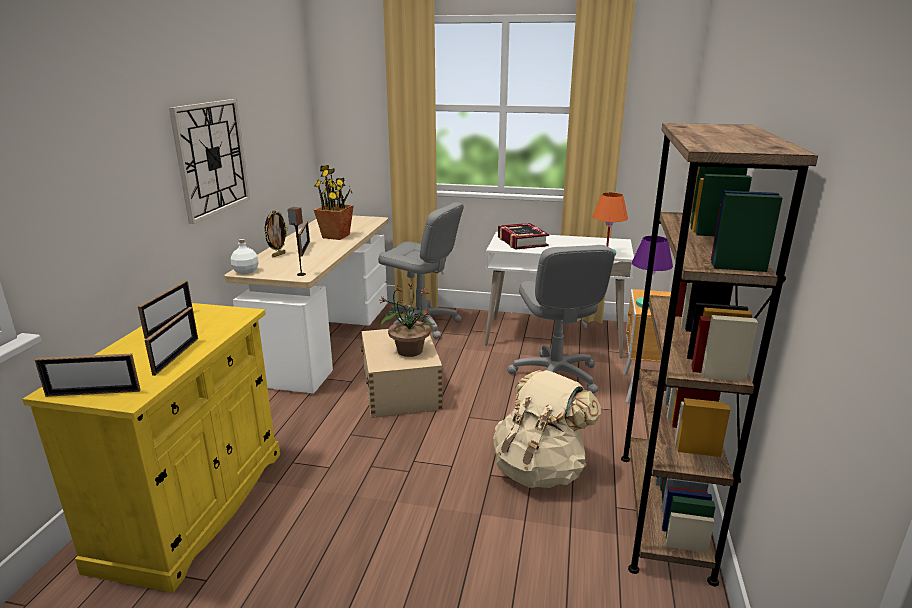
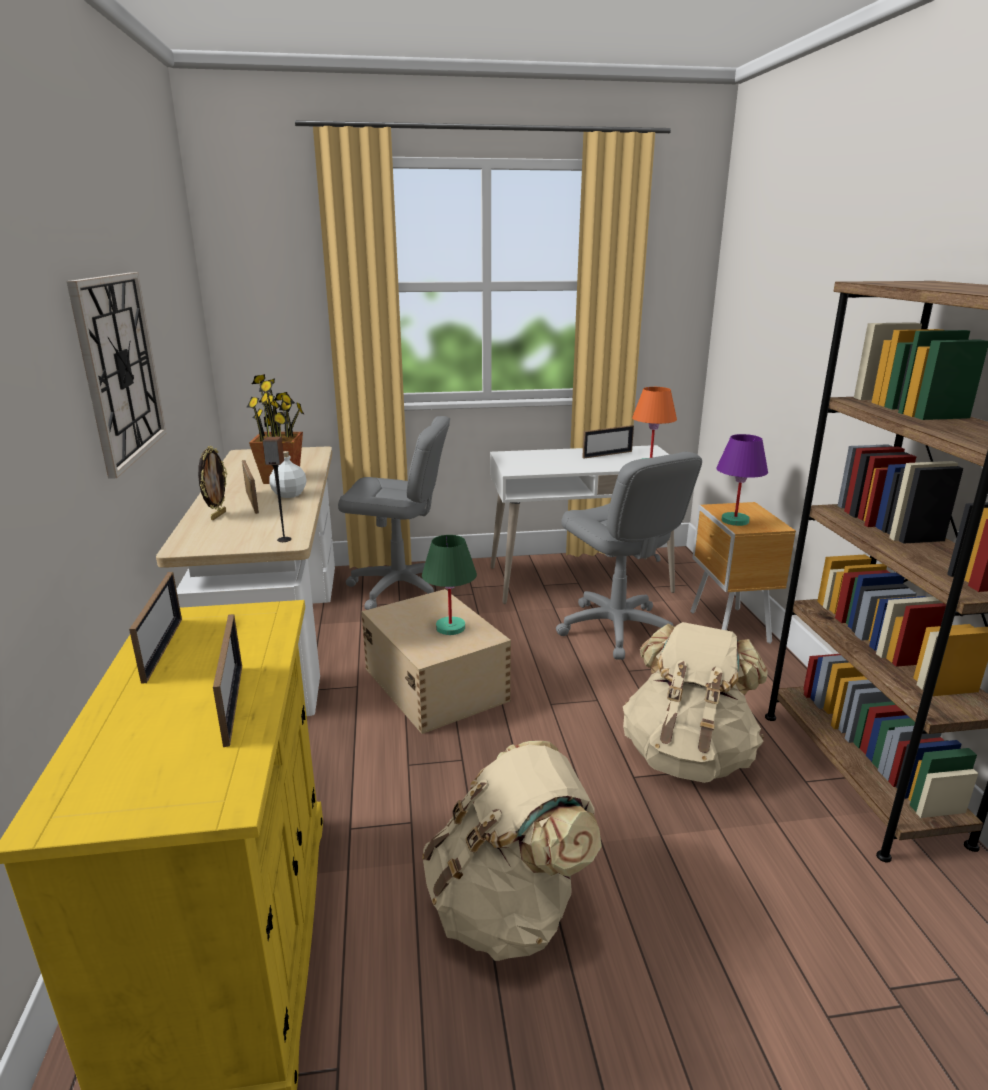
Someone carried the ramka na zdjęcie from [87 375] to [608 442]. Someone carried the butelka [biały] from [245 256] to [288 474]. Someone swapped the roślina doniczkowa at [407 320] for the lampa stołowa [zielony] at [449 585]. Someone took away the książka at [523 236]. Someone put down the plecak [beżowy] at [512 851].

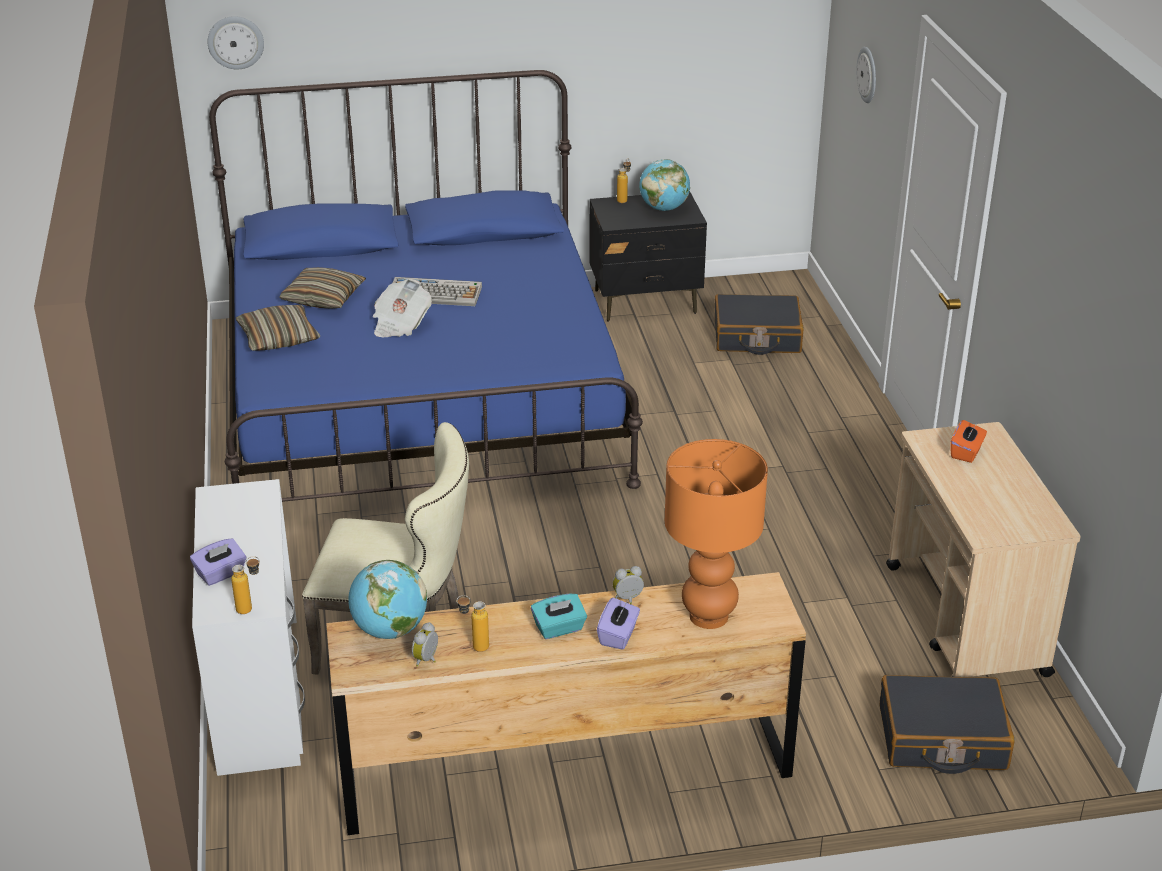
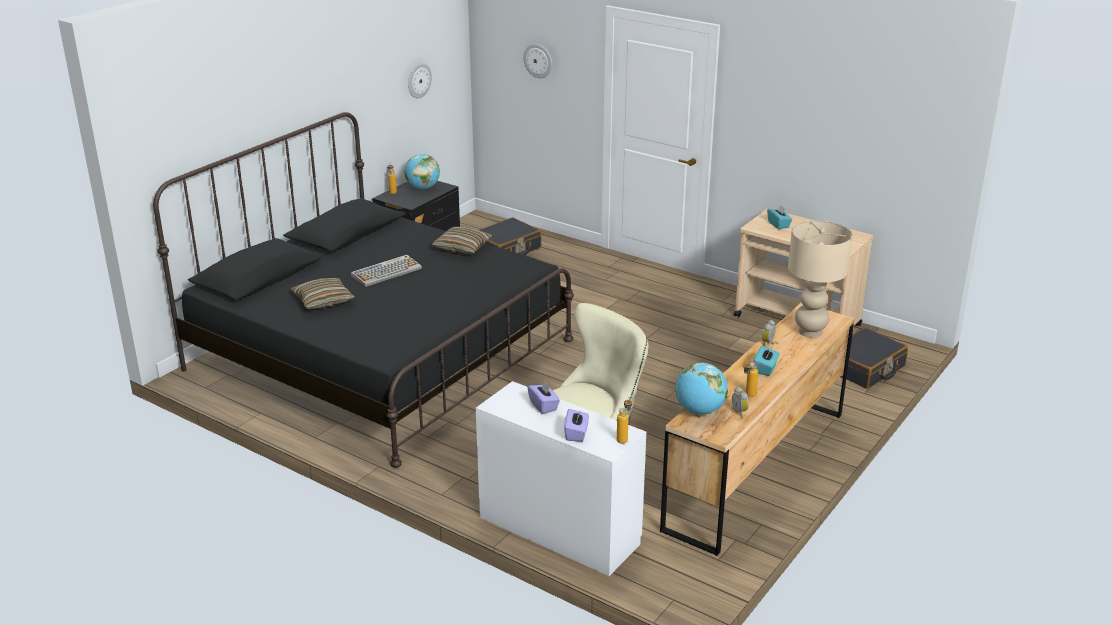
Someone carried the zegar ścienny from [235 42] to [420 80]. Someone repainted the łóżko [niebieski] at [426 286], which became the łóżko [czarny] at [363 290]. Someone carried the poduszka from [278 328] to [462 240]. Someone took away the gazeta at [402 308]. Someone carried the pudełko chusteczek [fioletowy] from [618 623] to [543 397]. Someone repainted the lampa stołowa [pomarańczowy] at [716 534], which became the lampa stołowa [beżowy] at [820 279]. Someone repainted the pudełko chusteczek [pomarańczowy] at [968 441], which became the pudełko chusteczek [turkusowy] at [779 217].

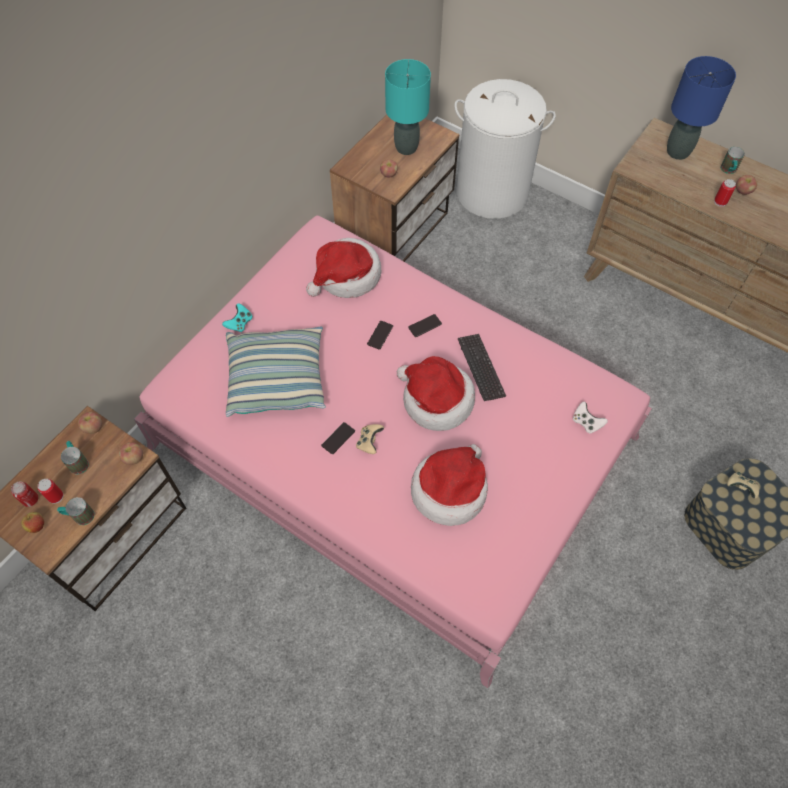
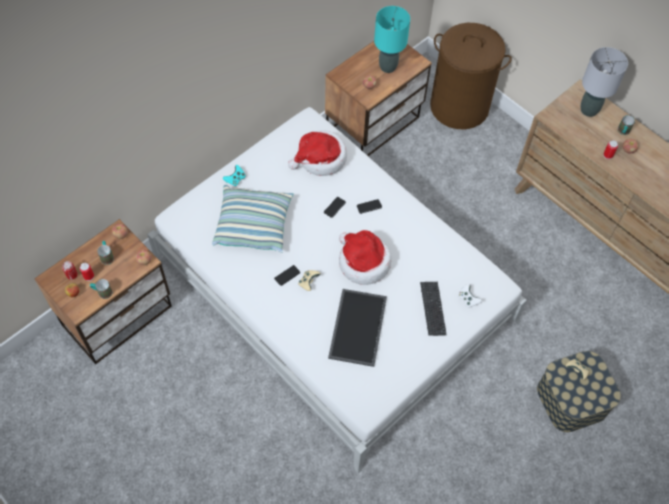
Someone repainted the łóżko [różowy] at [393 451], which became the łóżko [biały] at [337 290]. Someone swapped the kapelusz at [449 485] for the taca at [357 328]. Someone repainted the kosz na pranie [biały] at [505 149], which became the kosz na pranie [brązowy] at [471 76]. Someone carried the klawiatura from [481 367] to [433 309]. Someone repainted the lampa stołowa [niebieski] at [701 108], which became the lampa stołowa [szary] at [604 82].

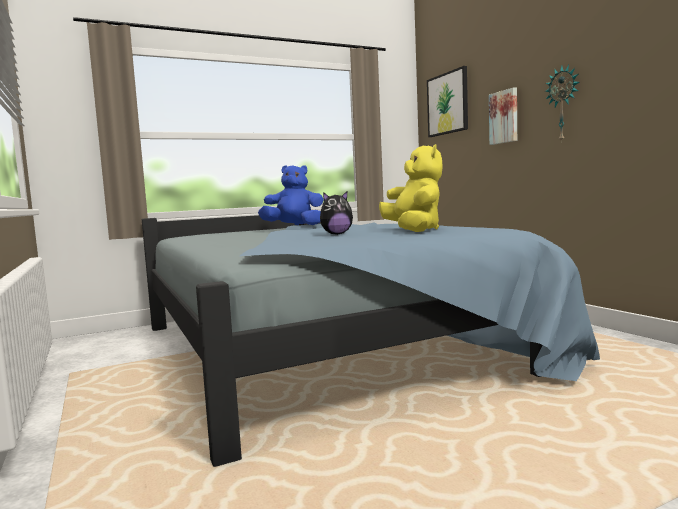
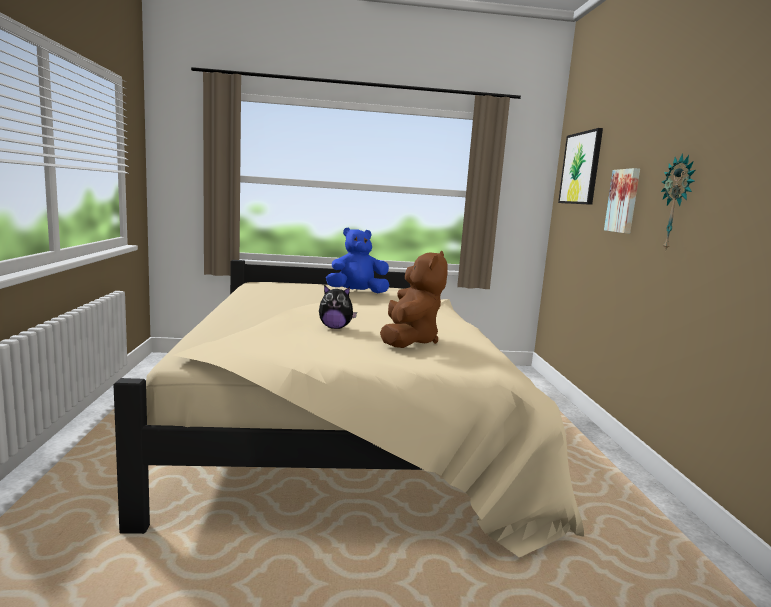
Someone repainted the łóżko [niebieski] at [371 341], which became the łóżko [beżowy] at [348 409]. Someone rotated the pluszak [niebieski] at [291 195] by 45 degrees counterclockwise. Someone repainted the pluszak [żółty] at [411 188], which became the pluszak [brązowy] at [414 299].

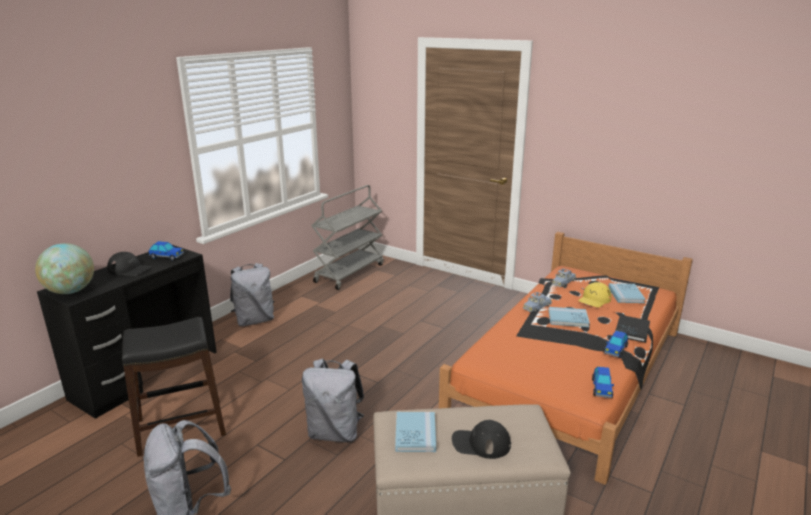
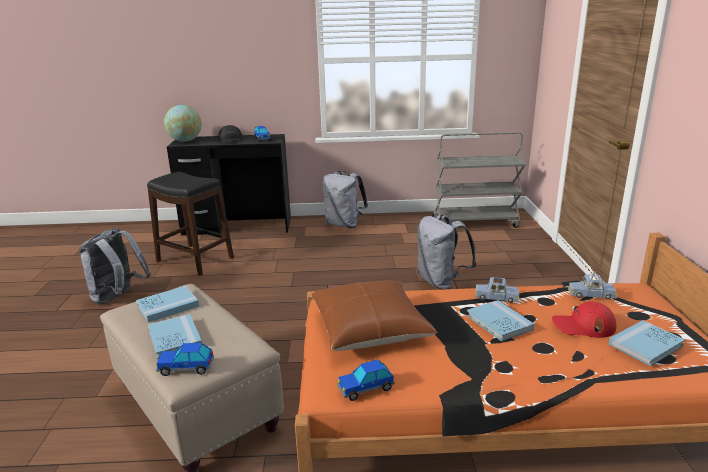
Someone carried the plecak [szary] from [333 400] to [447 252]. Someone swapped the czapka z daszkiem [czarny] at [481 439] for the książka [niebieski] at [175 336]. Someone repainted the czapka z daszkiem [żółty] at [595 294], which became the czapka z daszkiem [czerwony] at [584 320]. Someone carried the samochodzik from [616 344] to [185 359]. Someone took away the książka [czarny] at [632 329]. Someone put down the poduszka [brązowy] at [374 315].

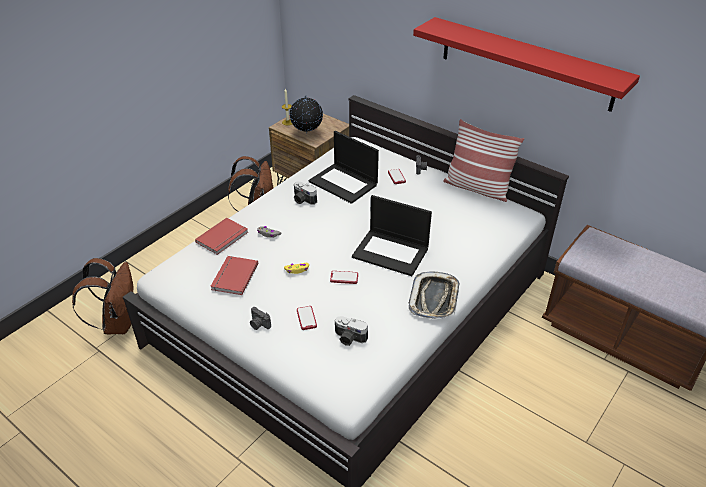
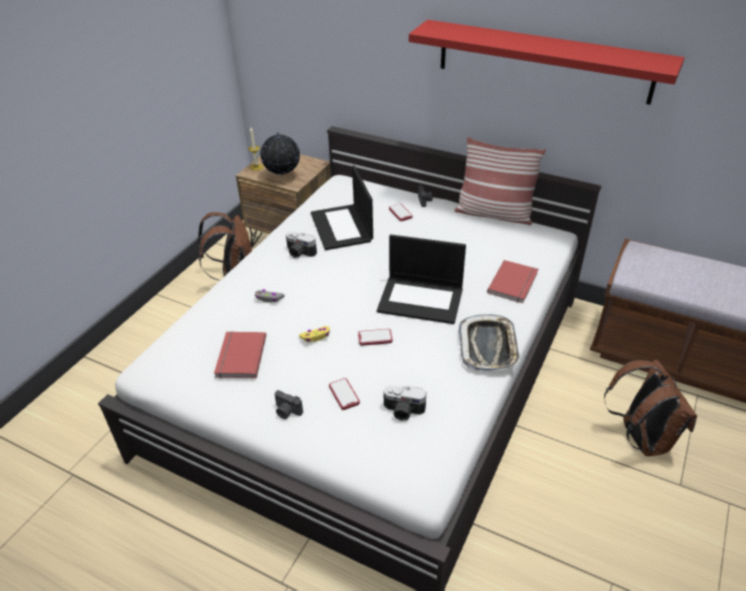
Someone carried the plecak [brązowy] from [102 296] to [650 408]. Someone carried the książka [czerwony] from [221 236] to [512 281]. Someone rotated the laptop at [344 167] by 45 degrees clockwise.

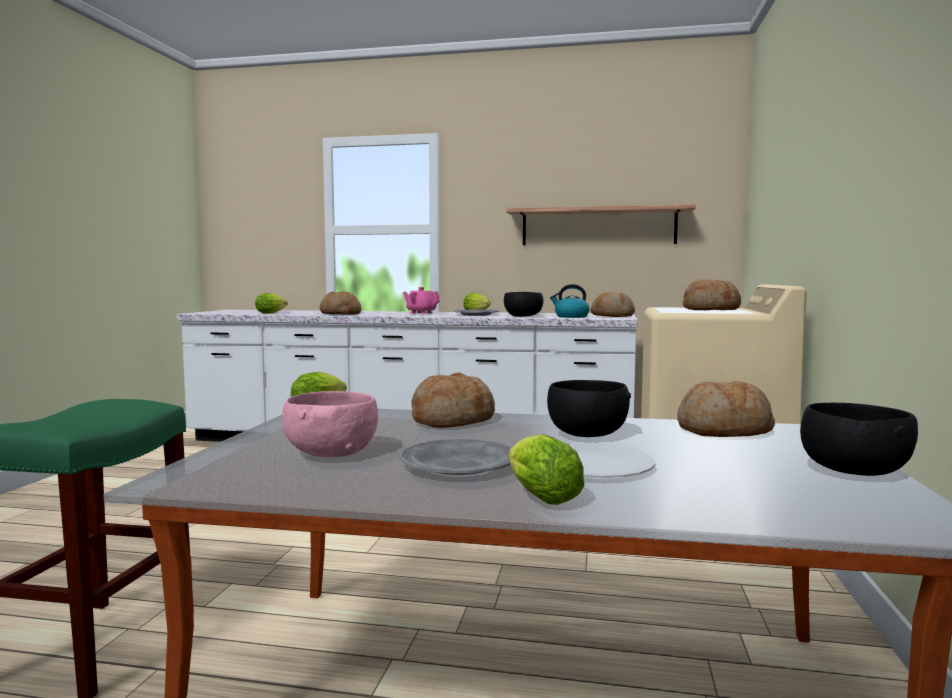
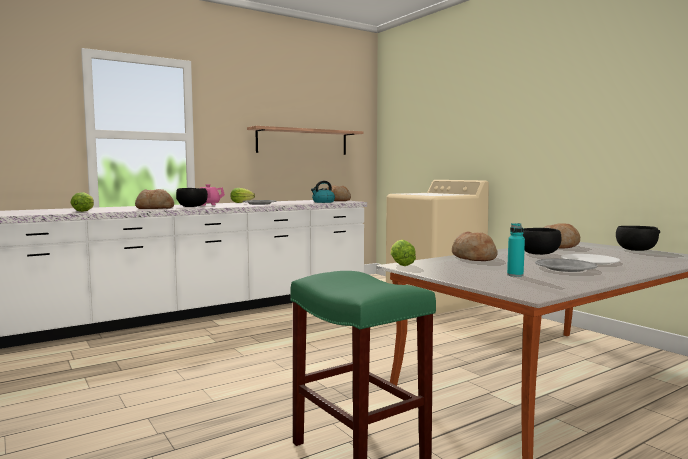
Someone swapped the miska [różowy] at [330 424] for the butelka [turkusowy] at [516 250]. Someone carried the miska [czarny] from [523 304] to [192 197]. Someone took away the sałata at [546 469]. Someone took away the chleb at [712 294].

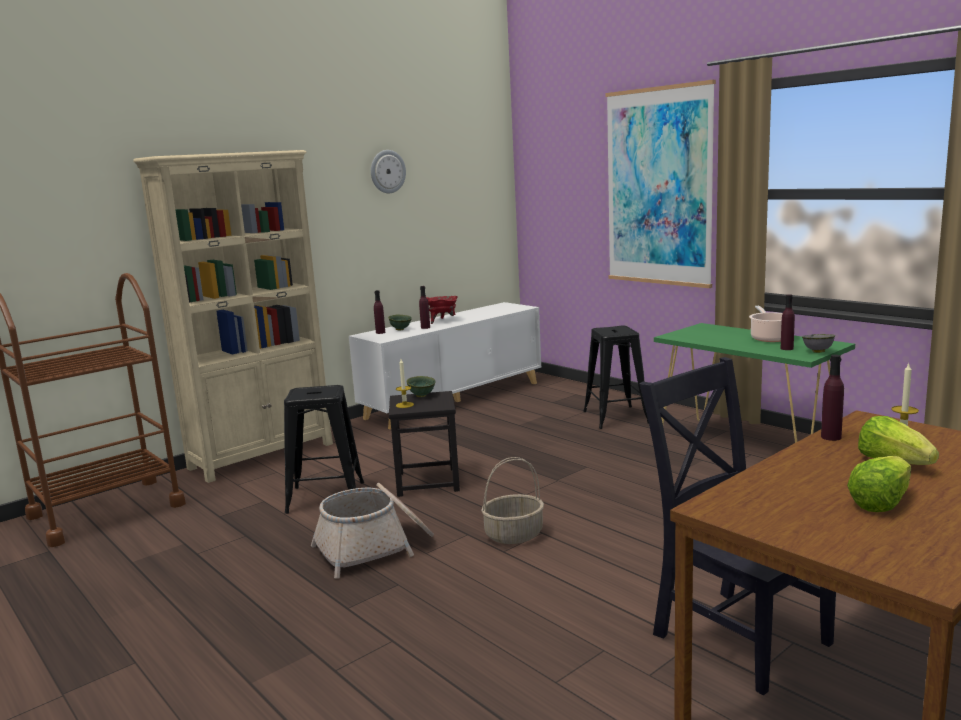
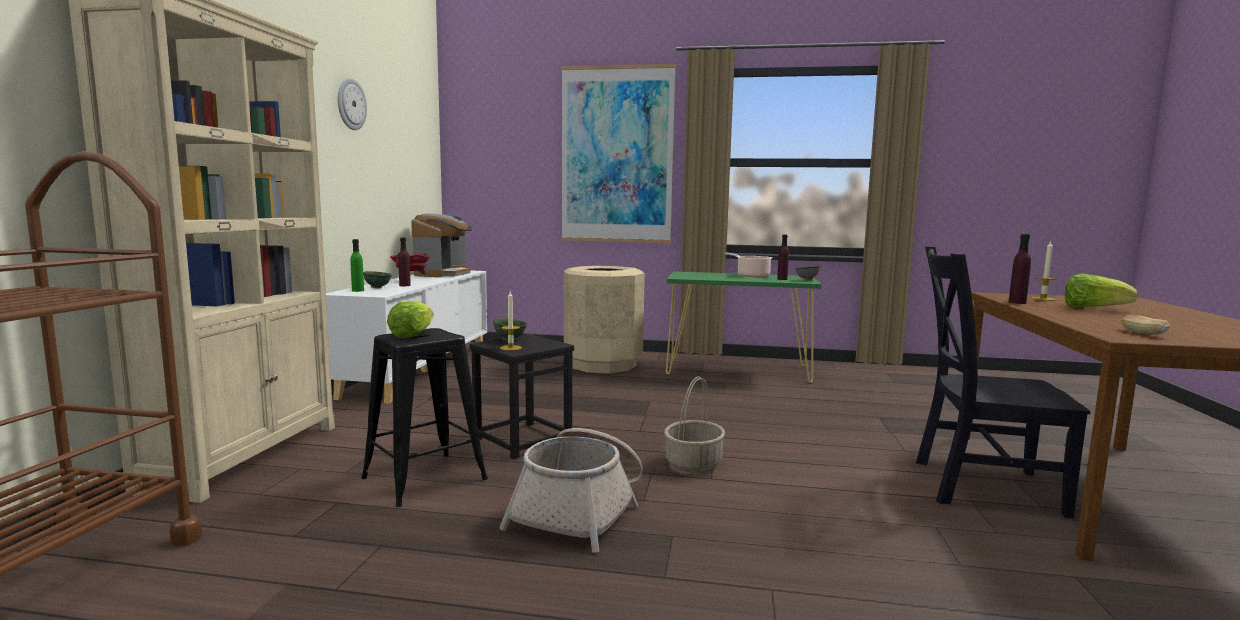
Someone repainted the butelka [fioletowy] at [379 312], which became the butelka [zielony] at [357 265]. Someone swapped the stołek [czarny] at [616 377] for the kosz na śmieci [beżowy] at [604 319]. Someone carried the sałata from [879 484] to [410 320]. Someone put down the ekspres do kawy at [441 245]. Someone put down the chleb at [1145 325].

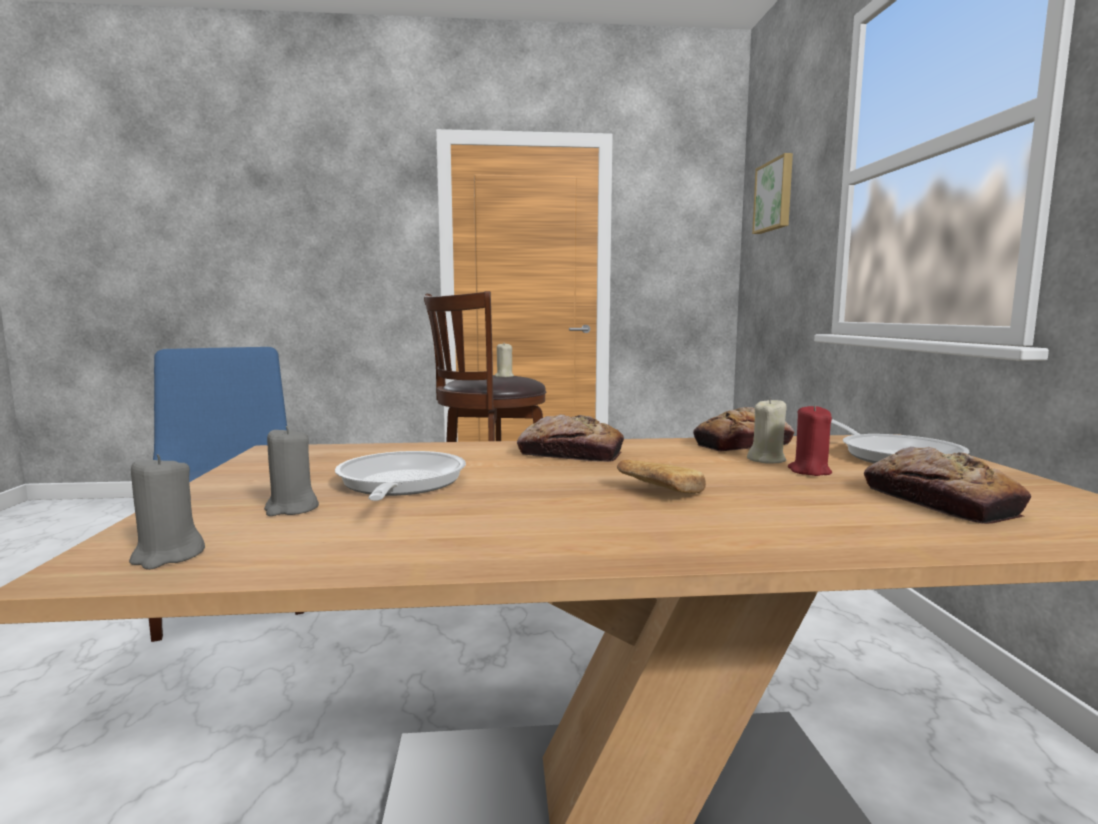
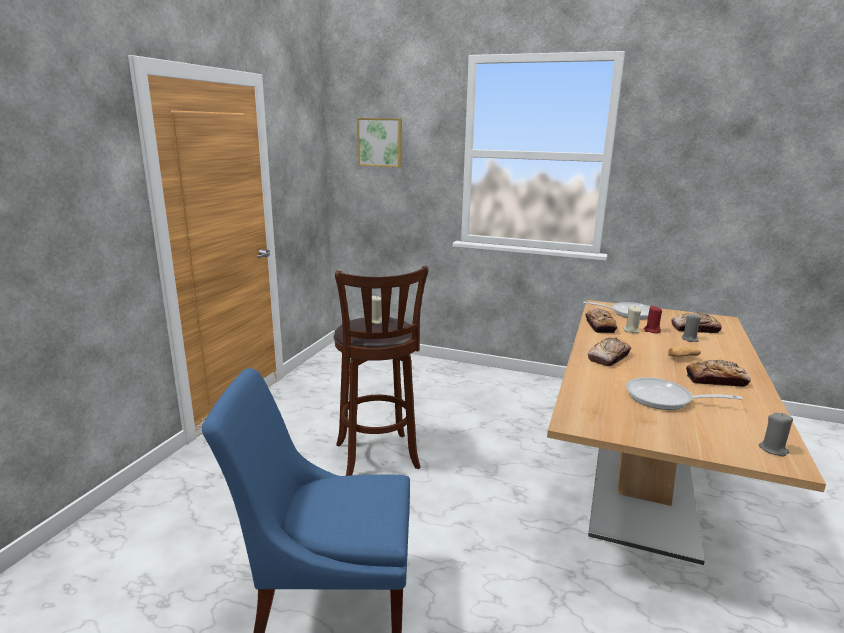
Someone carried the świeca [szary] from [291 471] to [691 327]. Someone put down the chleb at [718 373].

